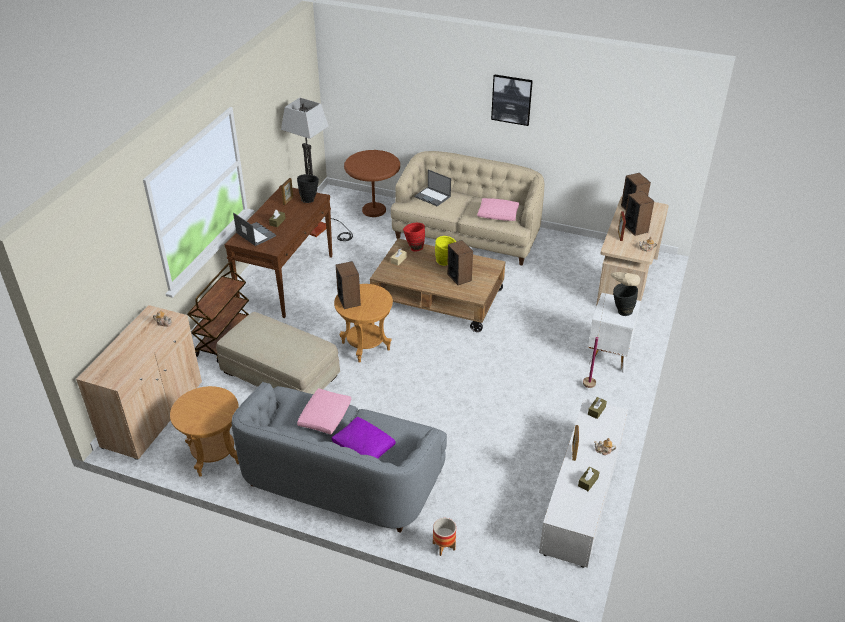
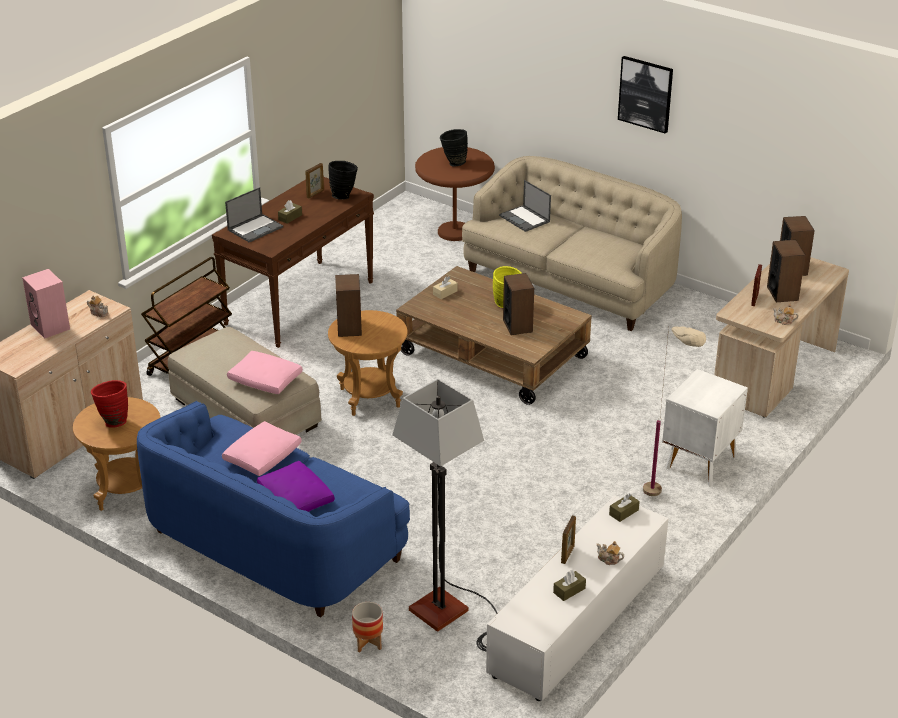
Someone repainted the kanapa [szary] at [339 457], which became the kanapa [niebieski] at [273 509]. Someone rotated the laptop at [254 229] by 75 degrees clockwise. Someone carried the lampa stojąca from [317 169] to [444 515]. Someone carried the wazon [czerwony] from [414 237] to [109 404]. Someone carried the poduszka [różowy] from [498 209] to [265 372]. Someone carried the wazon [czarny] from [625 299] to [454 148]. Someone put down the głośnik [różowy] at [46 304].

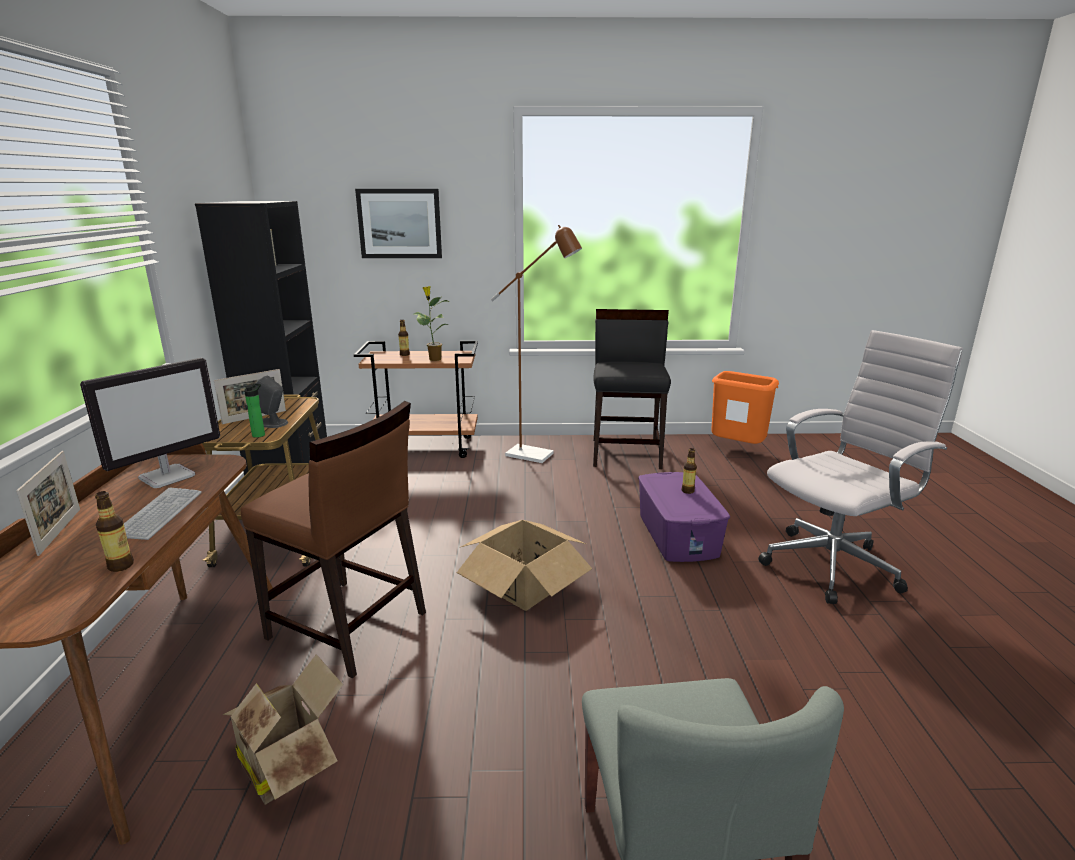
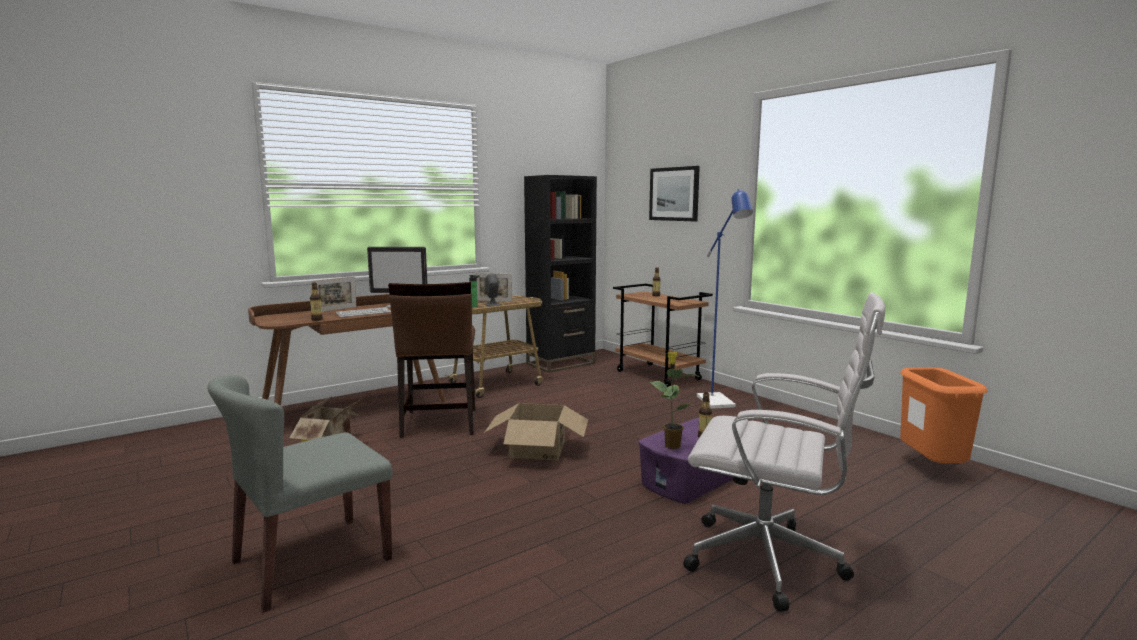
Someone carried the roślina doniczkowa from [432 323] to [674 400]. Someone repainted the lampa stojąca [brązowy] at [536 344], which became the lampa stojąca [niebieski] at [725 299]. Someone took away the krzesło [czarny] at [632 389].

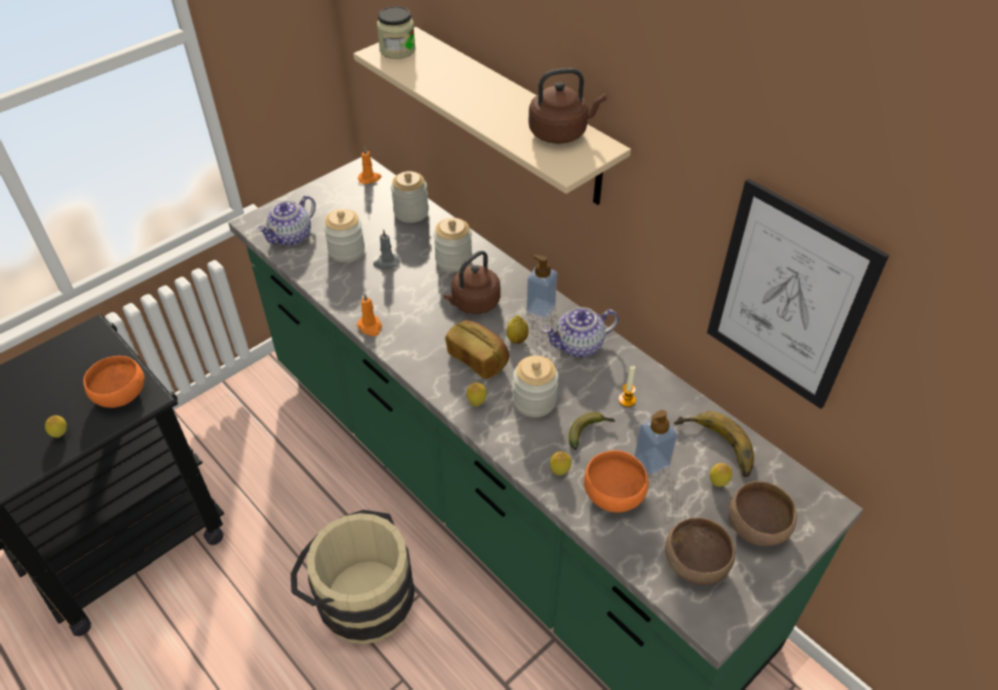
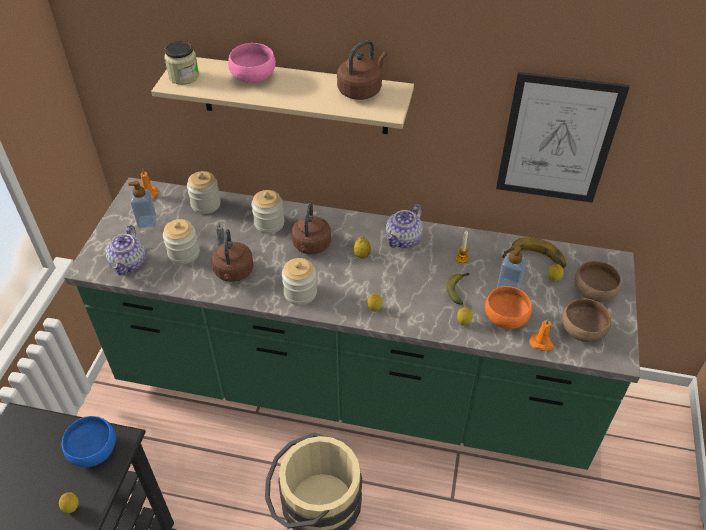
Someone repainted the miska [pomarańczowy] at [114 382], which became the miska [niebieski] at [88 441]. Someone carried the świeca [pomarańczowy] from [369 314] to [541 334]. Someone took away the chleb at [477 349]. Someone carried the słoik from [535 386] to [299 281]. Someone carried the dozownik mydła from [542 286] to [142 204]. Someone put down the czajnik [brązowy] at [232 255]. Someone put down the miska [różowy] at [252 63].

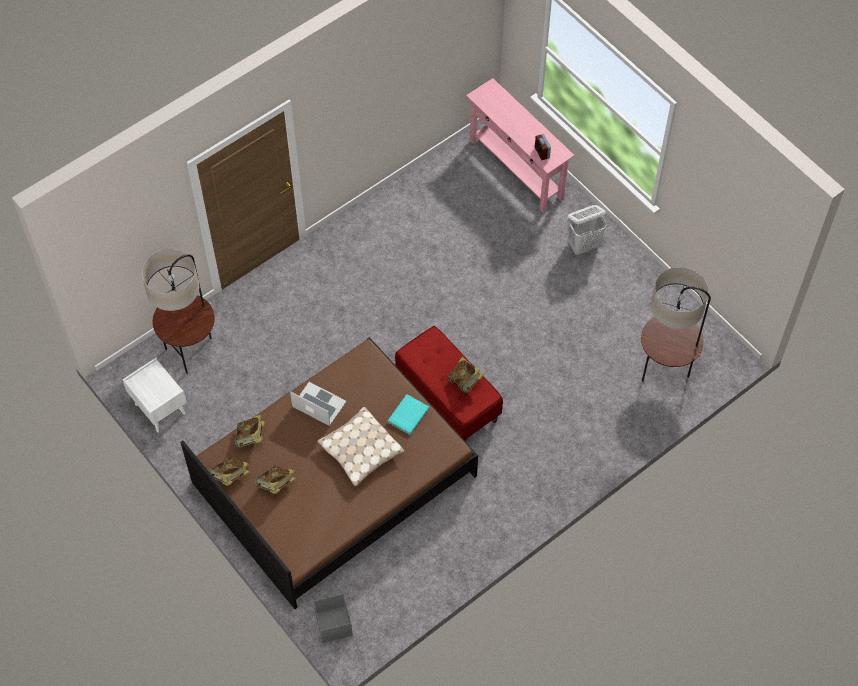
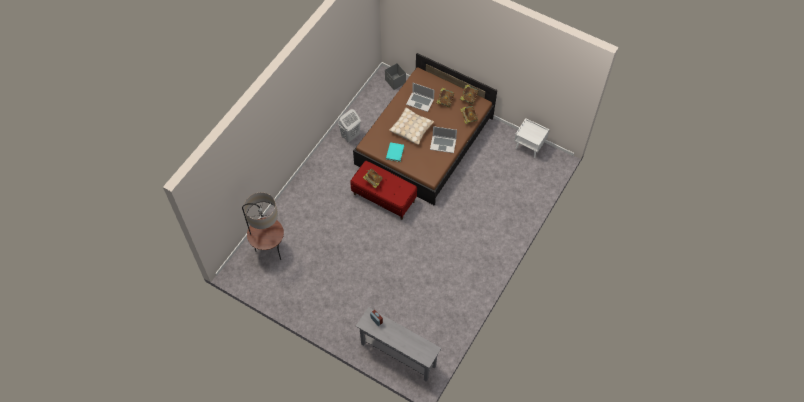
Someone took away the lampa stojąca at [178 311]. Someone repainted the stolik konsolowy [różowy] at [520 145], which became the stolik konsolowy [szary] at [399 344]. Someone carried the kosz na pranie [biały] from [587 230] to [349 125]. Someone put down the laptop at [420 97].

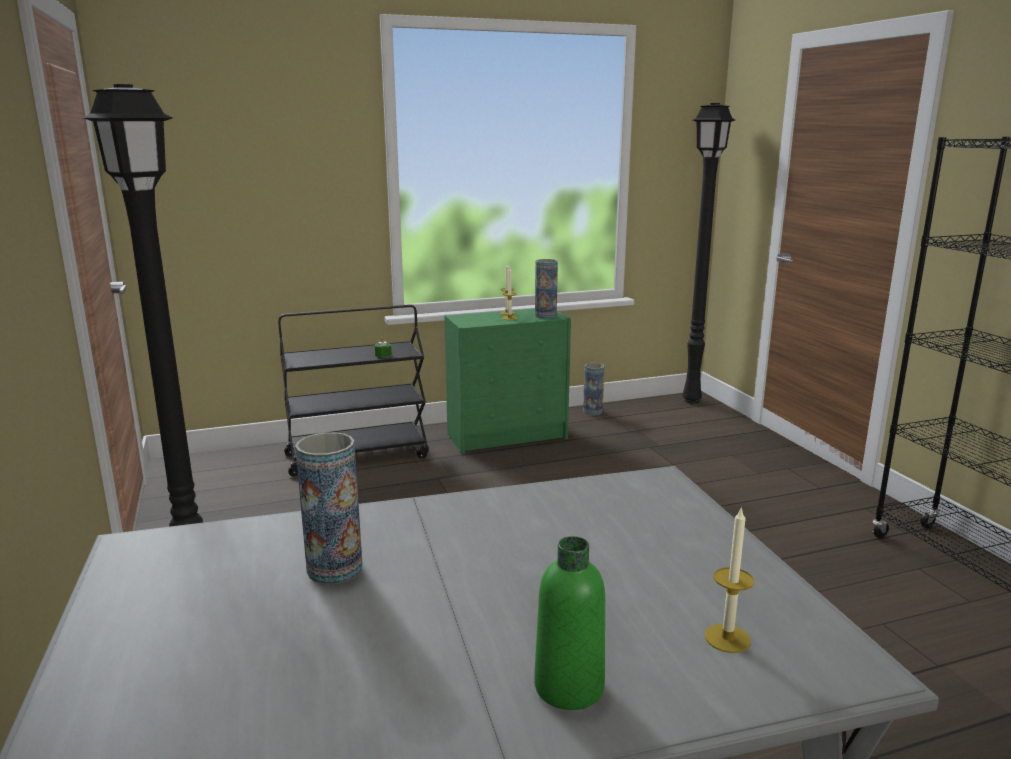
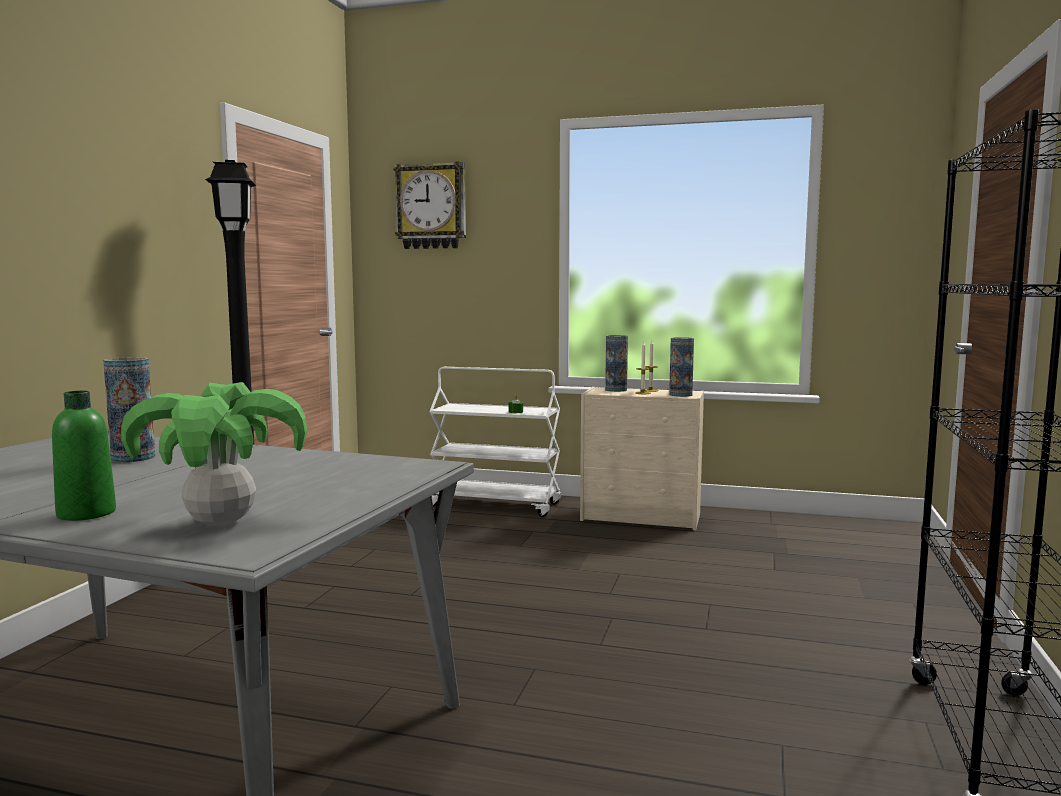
Someone repainted the wózek [czarny] at [353 390], which became the wózek [biały] at [495 442]. Someone repainted the komoda [zielony] at [507 381], which became the komoda [beżowy] at [642 458]. Someone carried the wazon from [593 389] to [616 363]. Someone took away the lampa stojąca [czarny] at [708 253]. Someone swapped the świeca at [729 579] for the roślina doniczkowa at [214 454]. Someone put up the zegar ścienny at [430 205].

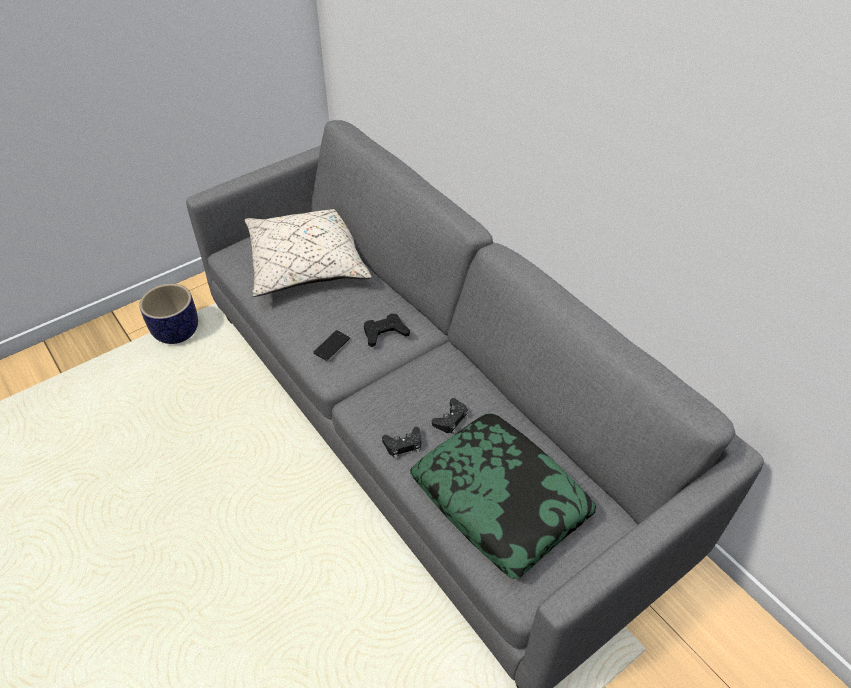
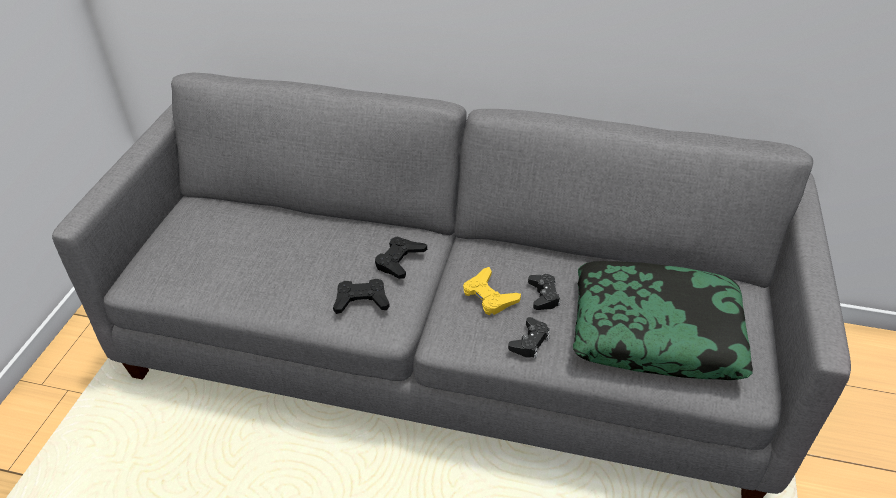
Someone took away the donica at [168 314]. Someone took away the poduszka [beżowy] at [308 253]. Someone swapped the telefon at [331 346] for the pad do gier [czarny] at [361 296]. Someone put down the pad do gier [żółty] at [492 291].

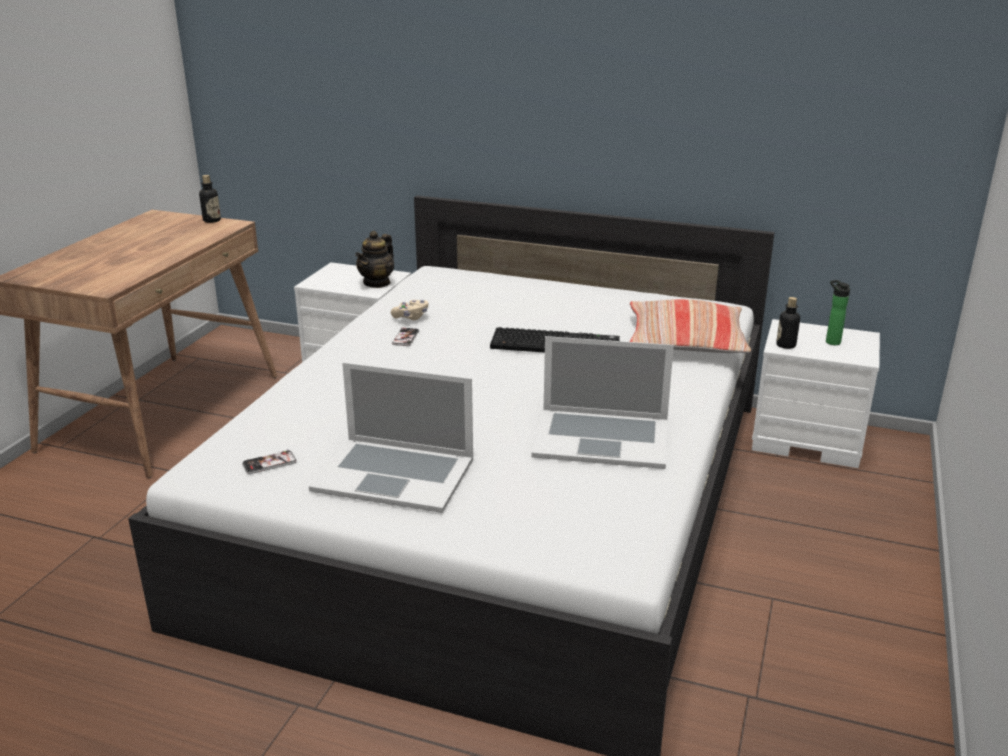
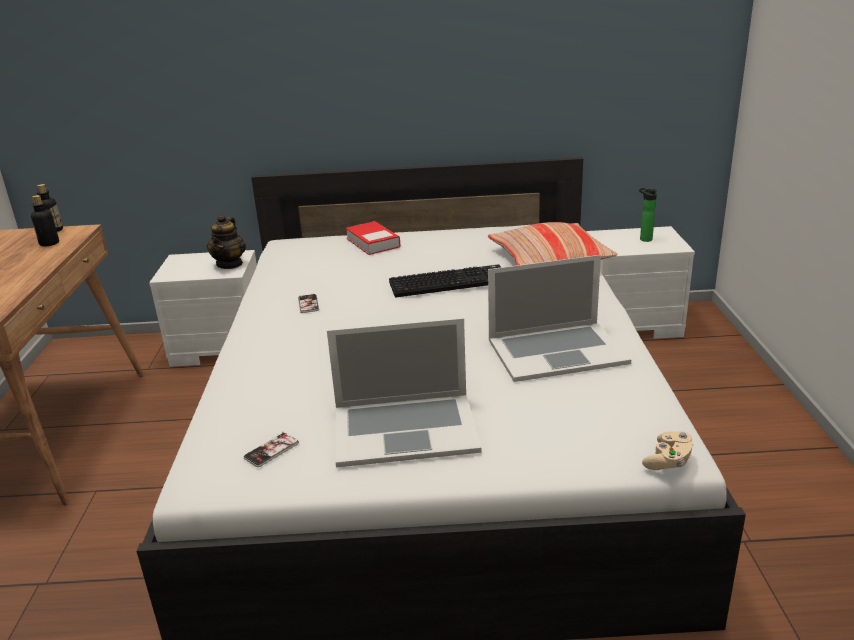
Someone carried the pad do gier [beżowy] from [409 310] to [668 450]. Someone carried the butelka from [788 323] to [45 220]. Someone put down the książka at [373 238].

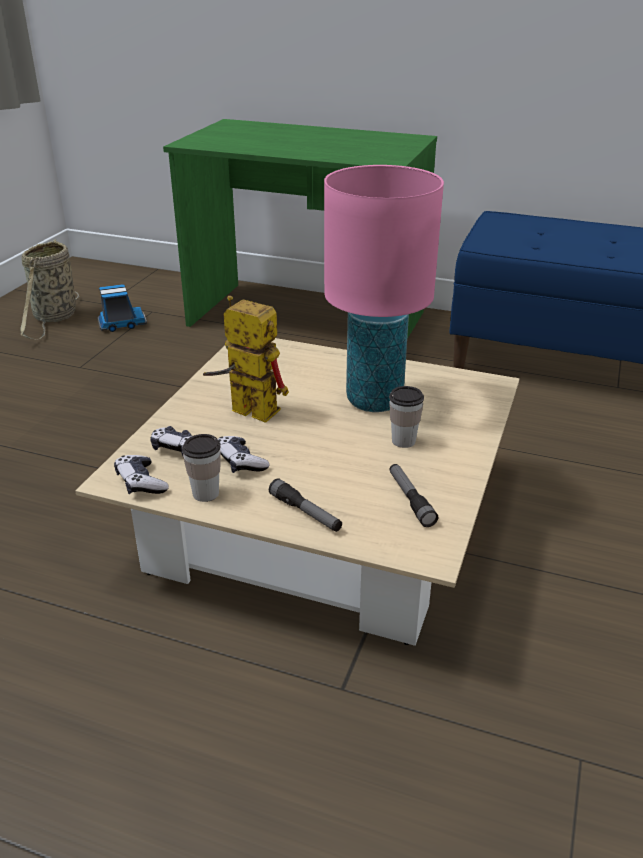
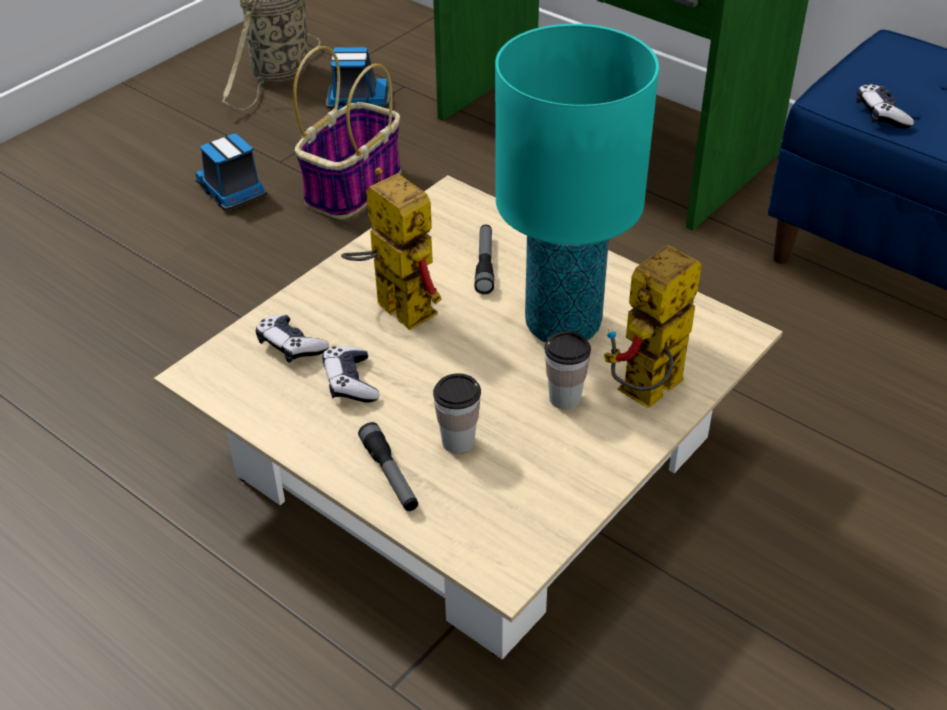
Someone carried the pad do gier from [141 474] to [885 106]. Someone carried the filiżanka from [201 468] to [457 413]. Someone repainted the lampa stołowa [różowy] at [384 288], which became the lampa stołowa [turkusowy] at [577 183]. Someone carried the latarka from [413 495] to [484 259]. Someone put down the ciężarówka zabawkowa at [231 172]. Someone put down the koszyk at [347 132]. Someone put down the robot zabawkowy at [653 326].

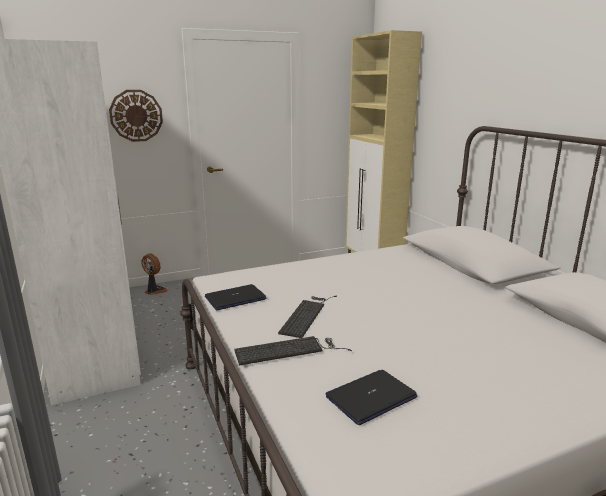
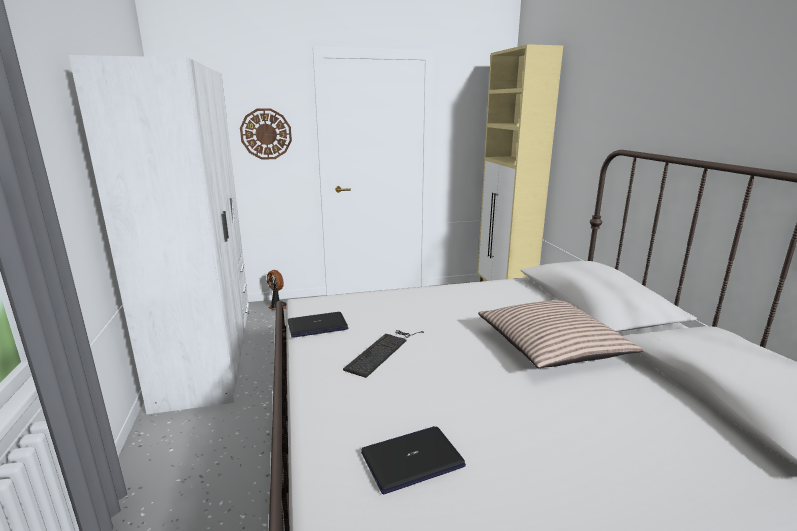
Someone took away the klawiatura at [293 350]. Someone put down the poduszka at [560 334].

